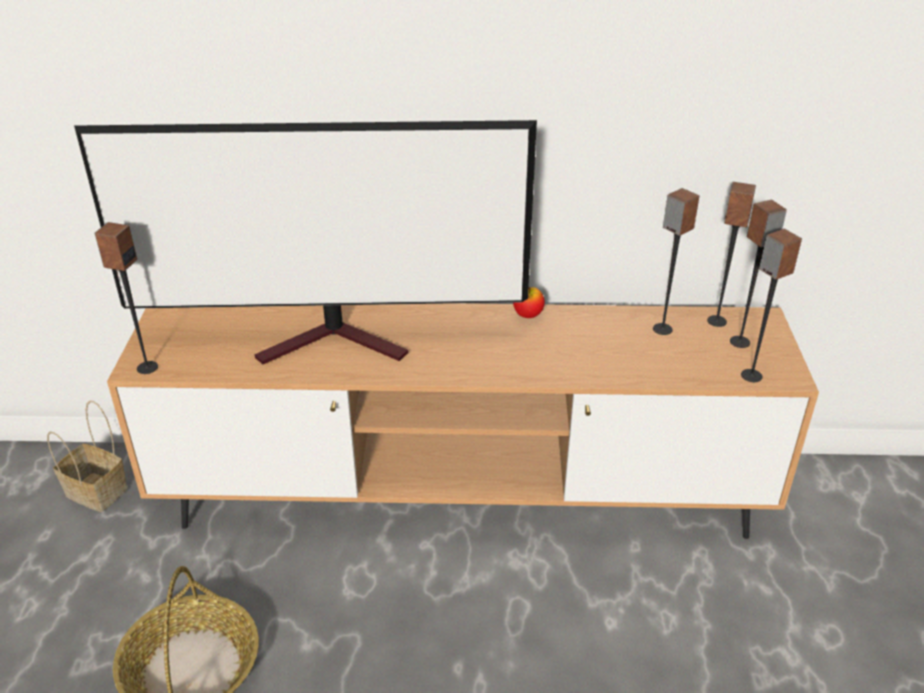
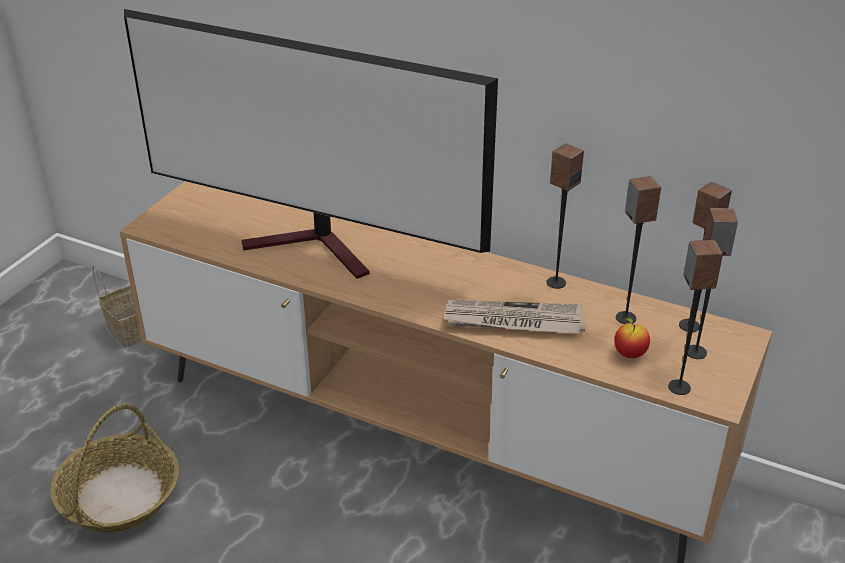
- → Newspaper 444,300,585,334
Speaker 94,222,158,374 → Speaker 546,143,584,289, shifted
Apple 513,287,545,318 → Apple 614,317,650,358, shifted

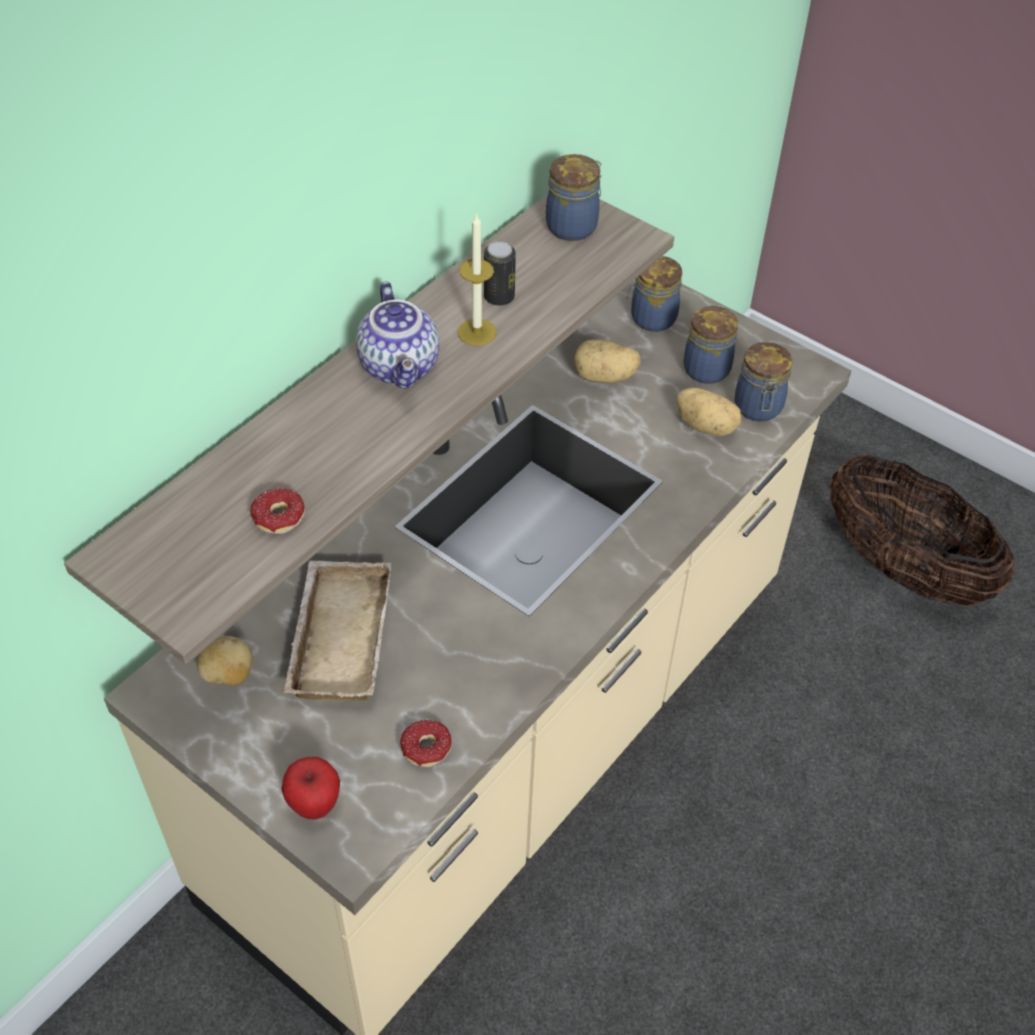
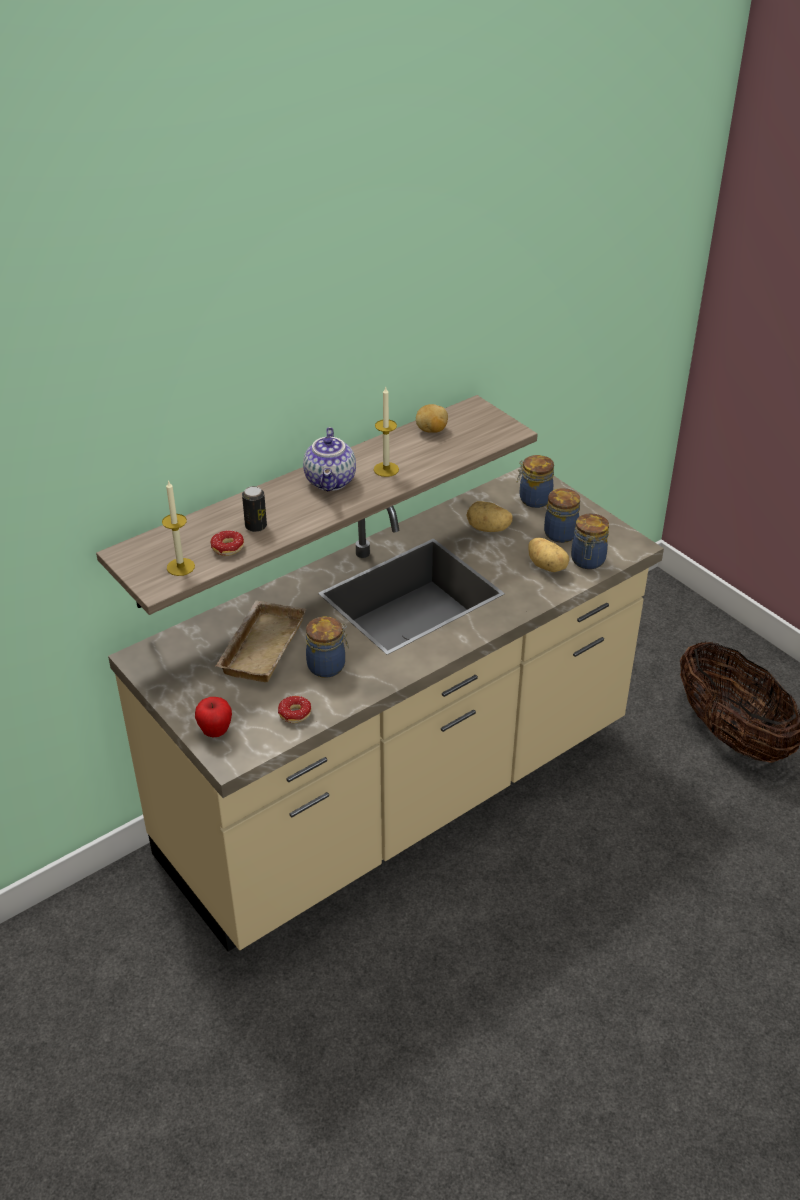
- → Candle 162,480,195,576
Can 484,241,516,306 → Can 242,486,267,532, shifted
Jar 546,154,602,241 → Jar 306,616,349,678, shifted
Potato 197,636,252,685 → Potato 416,404,448,433, shifted

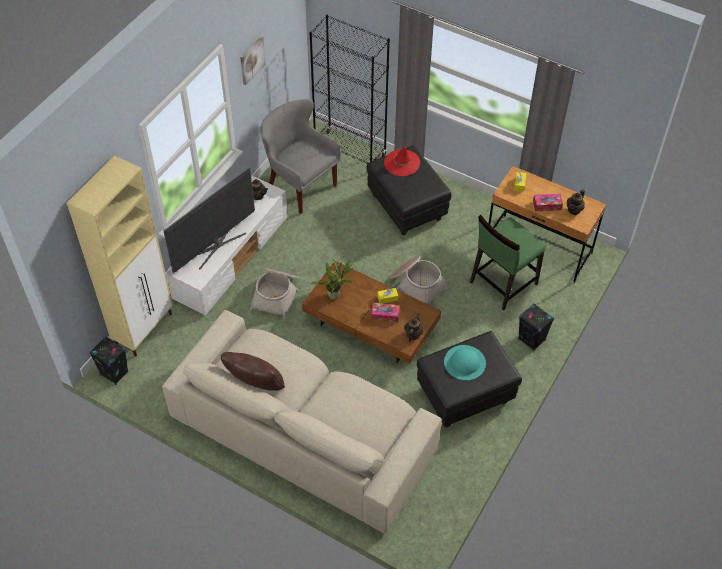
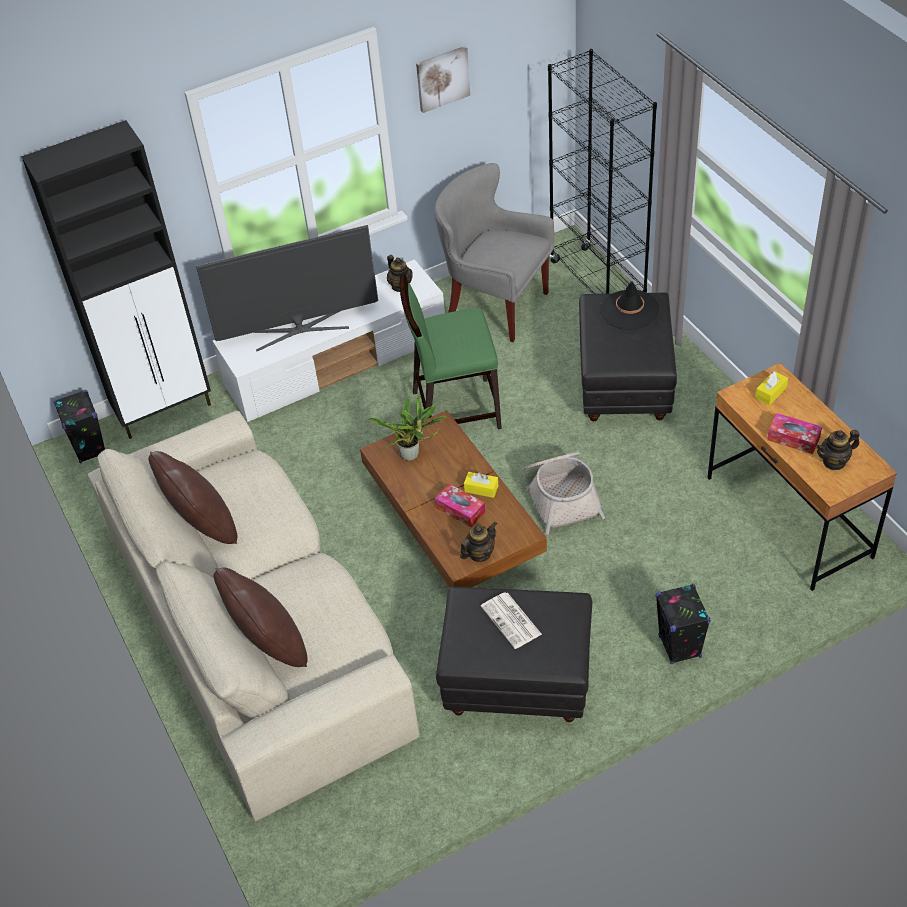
BeigeCabinet 67,155,173,357 → BlackCabinet 21,120,211,439
- → BrownPillow 214,567,308,667
GreenChair 470,215,546,311 → GreenChair 400,274,502,429, shifted
GreyArmchair 261,99,341,214 → GreyArmchair 434,163,555,342, 45 degrees counterclockwise
TurquoiseHat 444,345,486,380 → Newspaper 481,592,542,649
RedHat 384,147,420,176 → BlackHat 600,281,659,330
Basket 250,268,300,319 → -

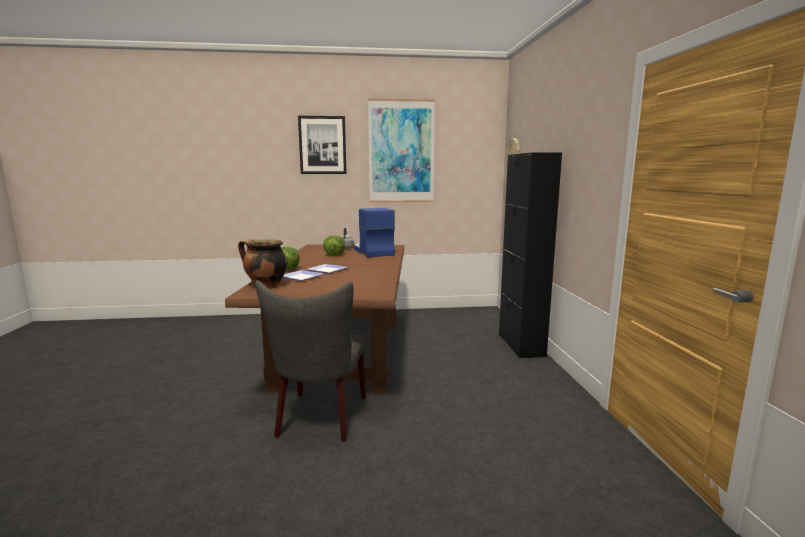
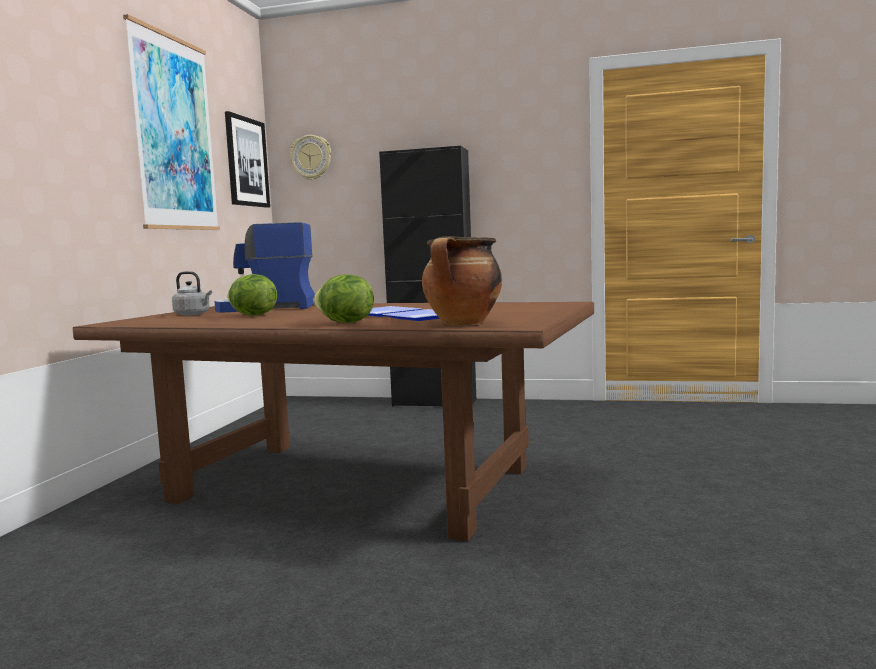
Picture 298,116,346,174 → Picture 225,111,270,208, shifted
GreyChair 255,280,366,442 → -

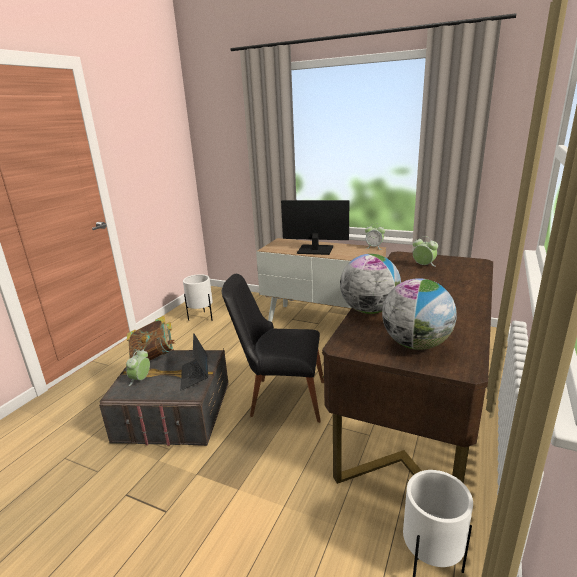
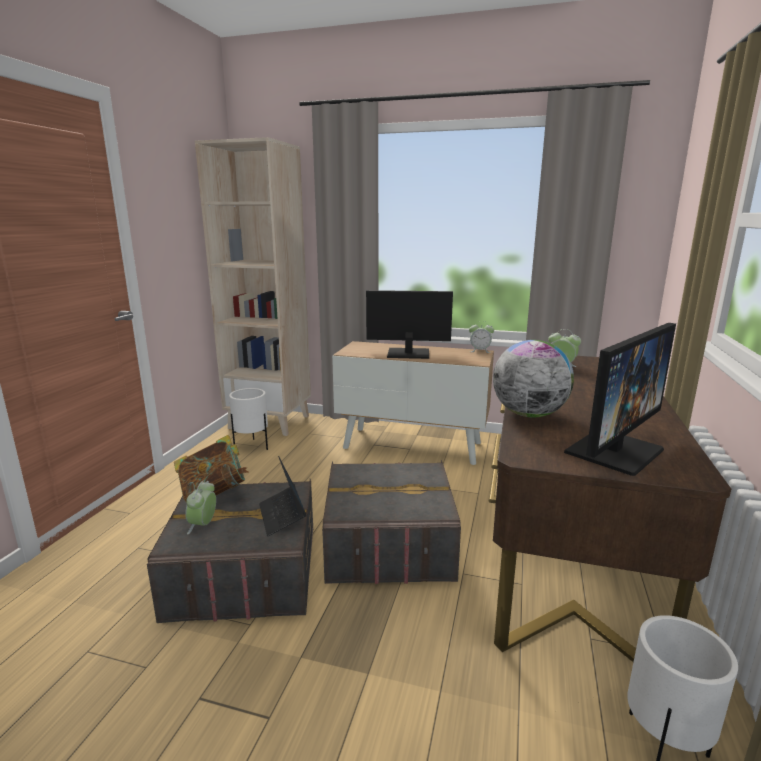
- → BeigeBookcase 195,137,311,436
BlackChair 222,274,324,423 → GreyStorageBox 322,460,461,584
Globe 382,278,457,350 → Monitor 564,323,676,476

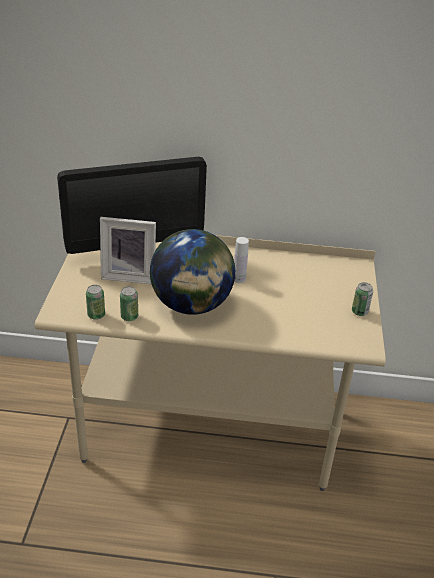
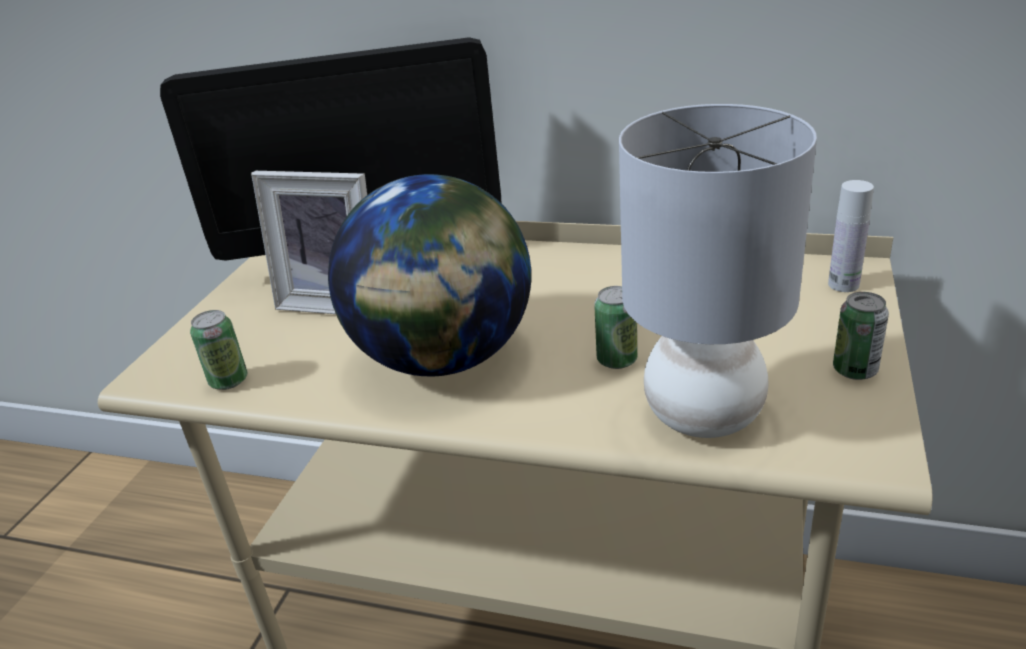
Can 120,286,138,321 → Can 594,286,637,369, shifted
- → GreyTableLamp 619,104,817,438
WhiteBottle 234,237,249,283 → WhiteBottle 828,180,874,292, shifted

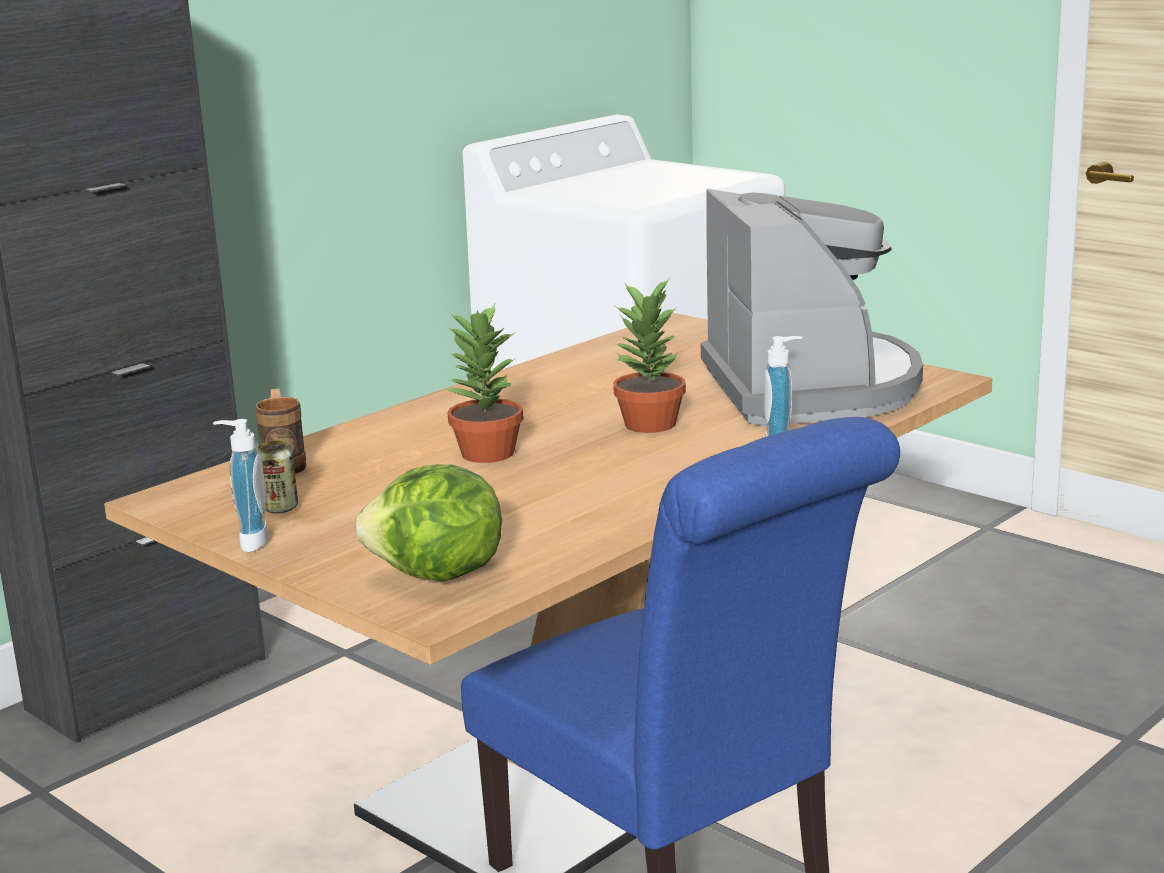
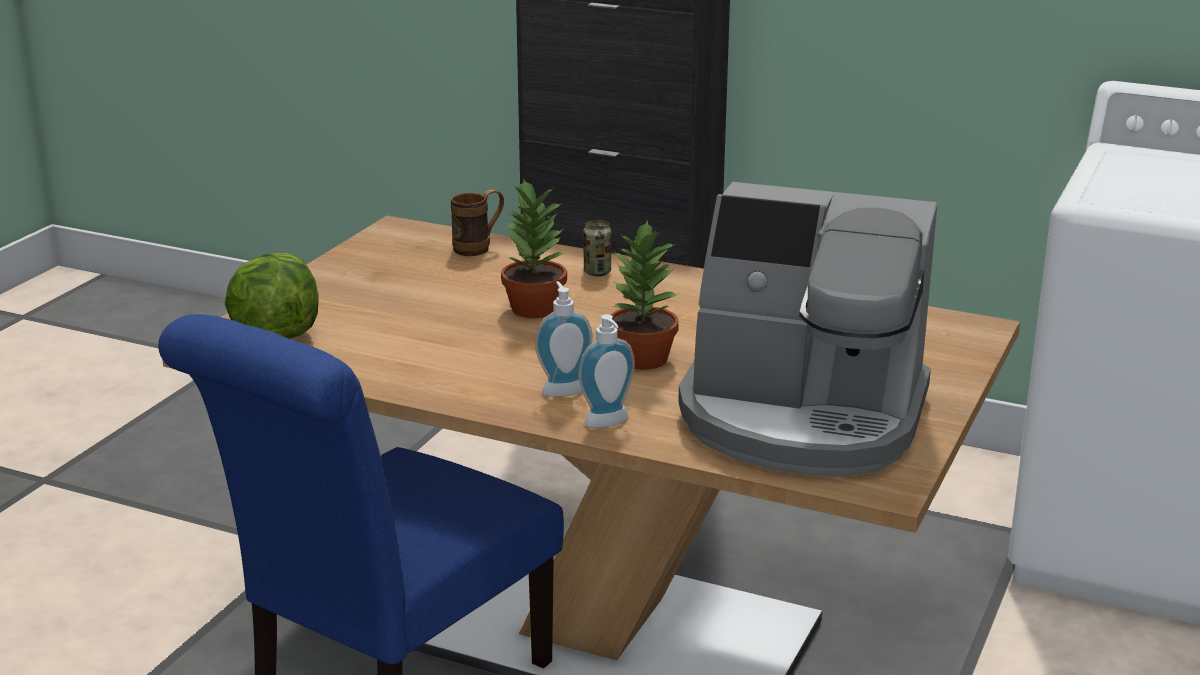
SoapDispenser 213,419,269,552 → SoapDispenser 535,281,593,397, shifted
Can 258,441,298,513 → Can 583,220,611,276, shifted
CoffeeMachine 701,189,923,426 → CoffeeMachine 678,182,937,477, 45 degrees clockwise

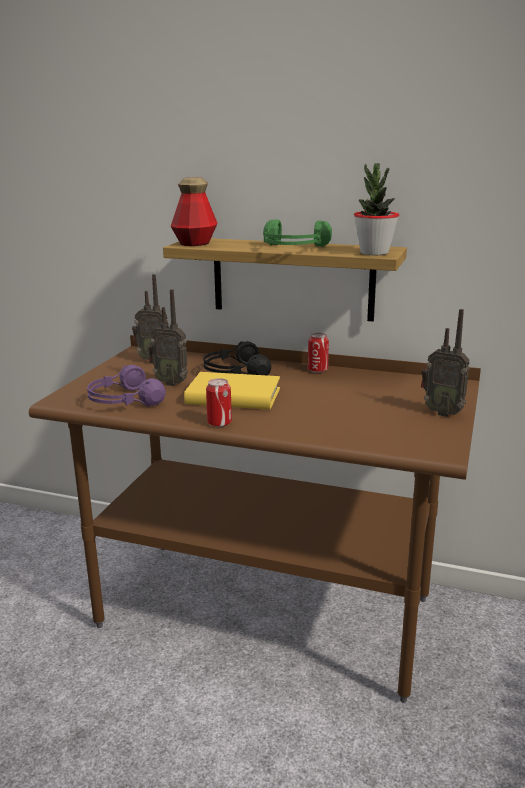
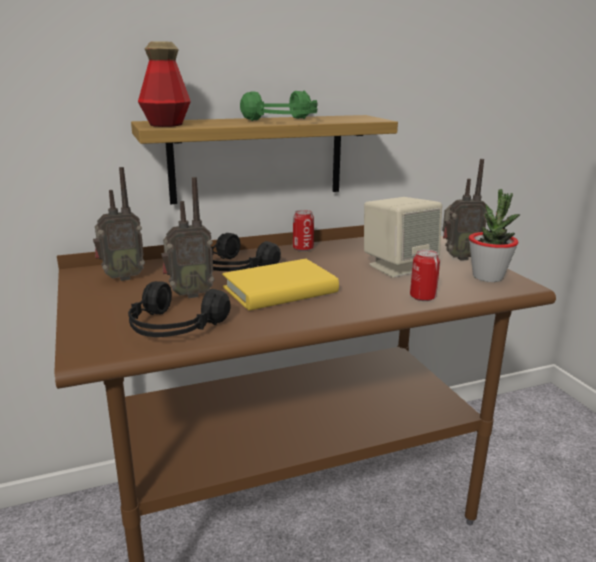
PurpleHeadphones 87,365,166,407 → BlackHeadphones 128,281,231,337
- → BeigeSpeaker 364,197,442,278
Can 206,378,232,427 → Can 410,249,440,301, shifted
PottedPlant 354,163,399,255 → PottedPlant 469,189,520,282, shifted

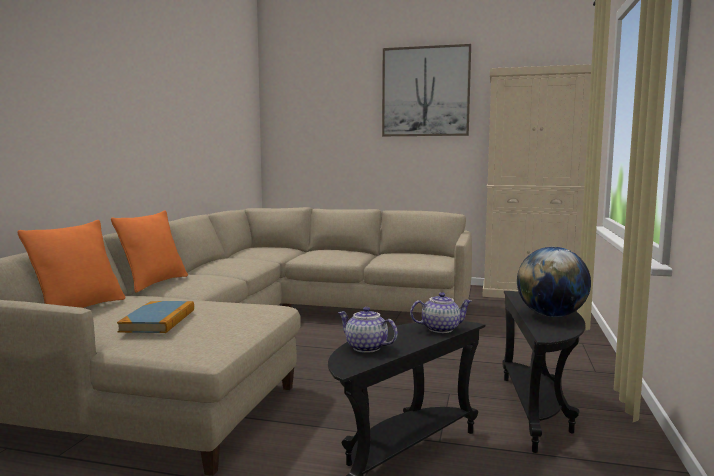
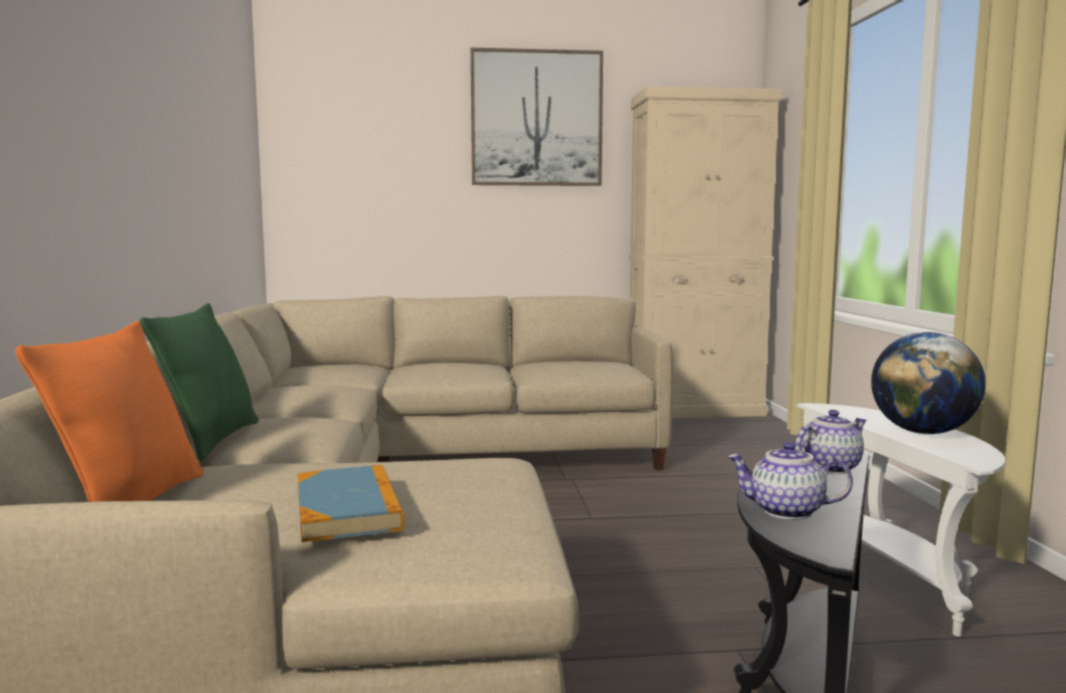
OrangePillow 111,210,188,293 → GreenPillow 140,303,259,461
BlackSideTable 502,291,585,453 → WhiteSideTable 797,403,1005,637

